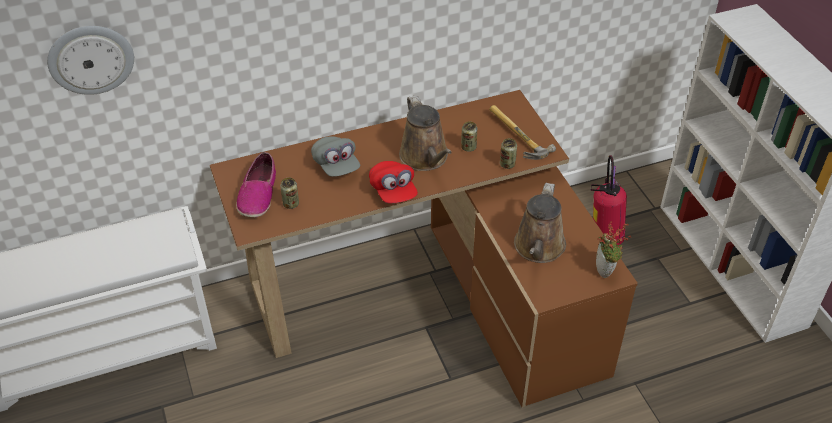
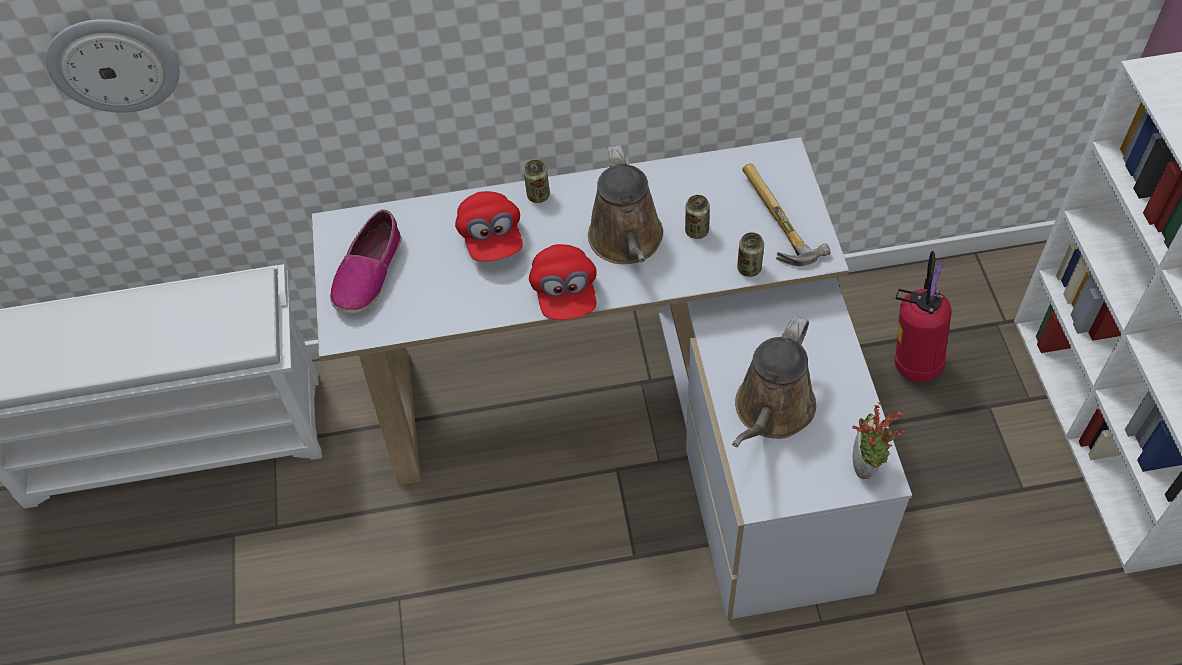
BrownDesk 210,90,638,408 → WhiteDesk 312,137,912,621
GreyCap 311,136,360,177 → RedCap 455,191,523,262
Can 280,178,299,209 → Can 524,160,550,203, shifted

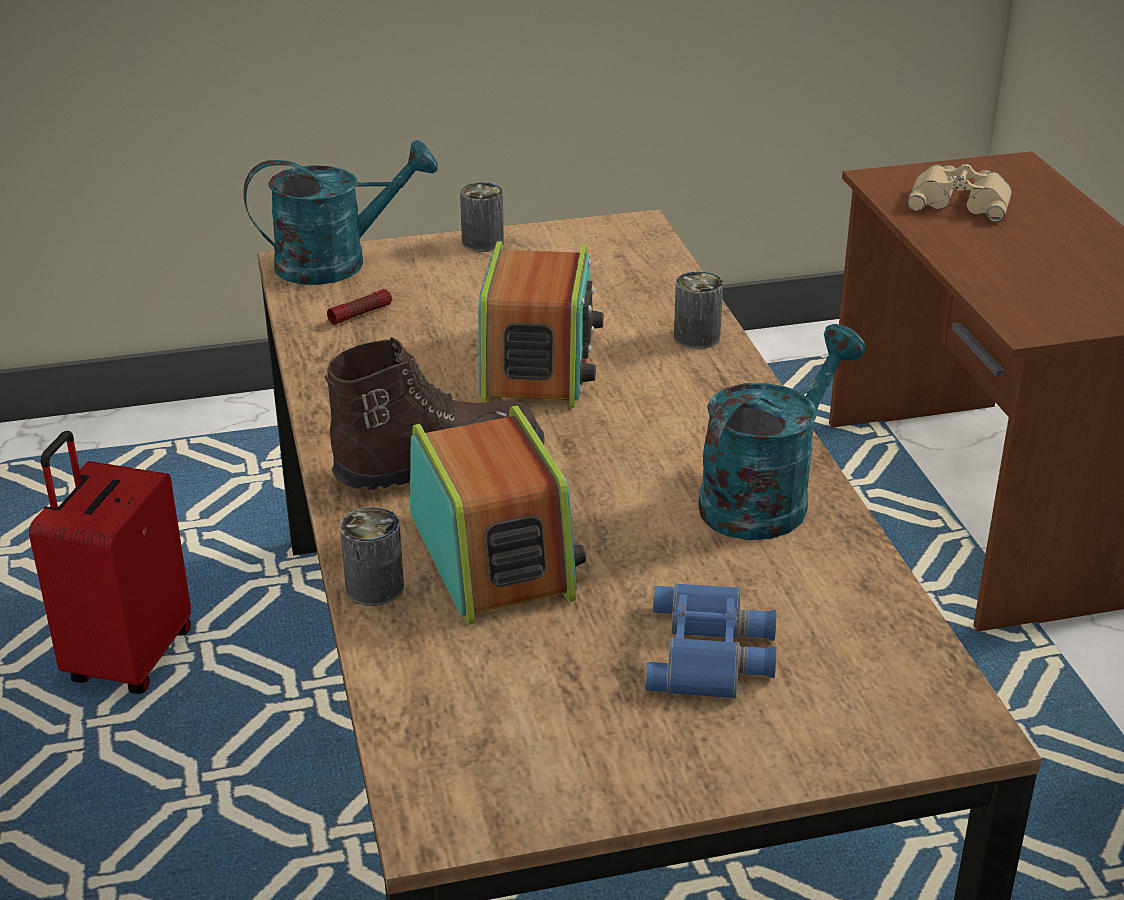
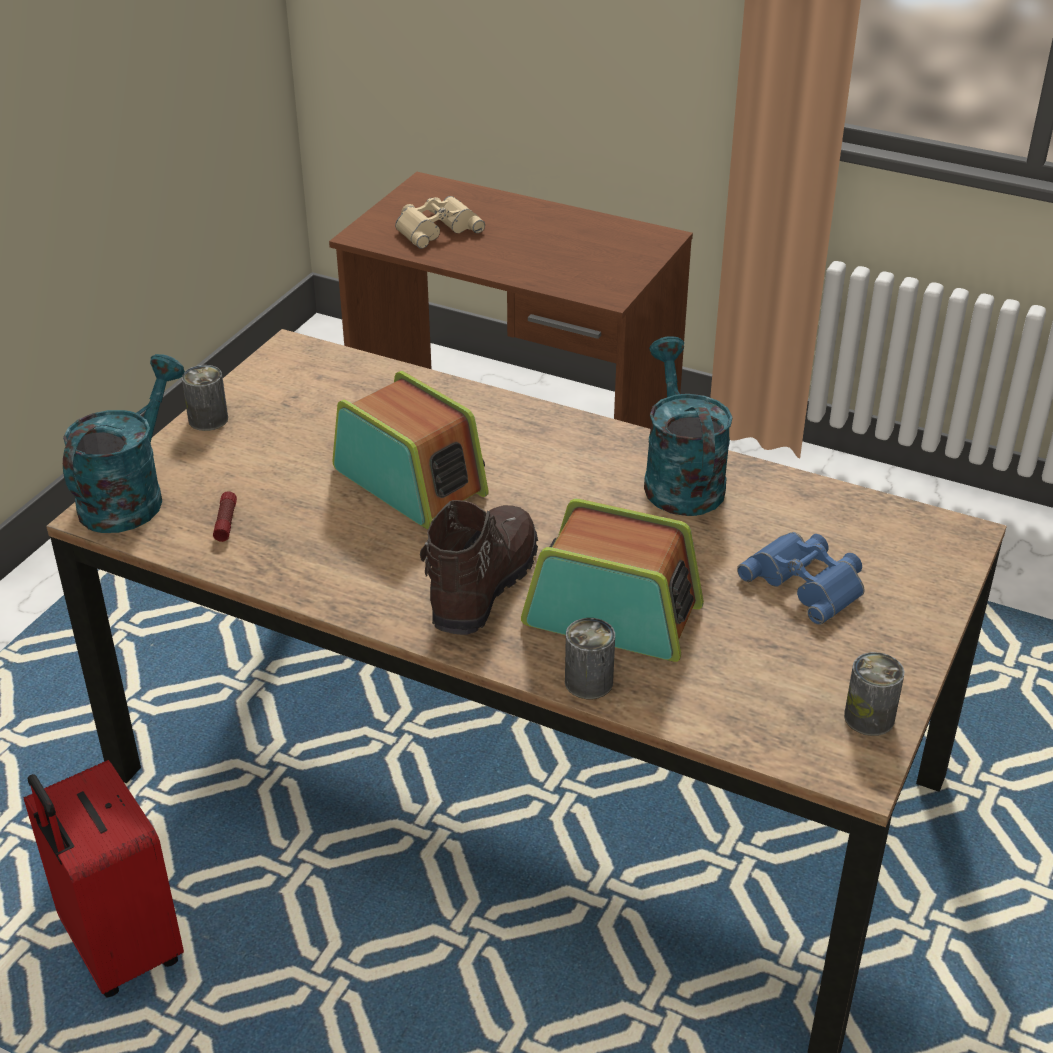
Can 674,271,723,349 → Can 844,652,904,736, shifted

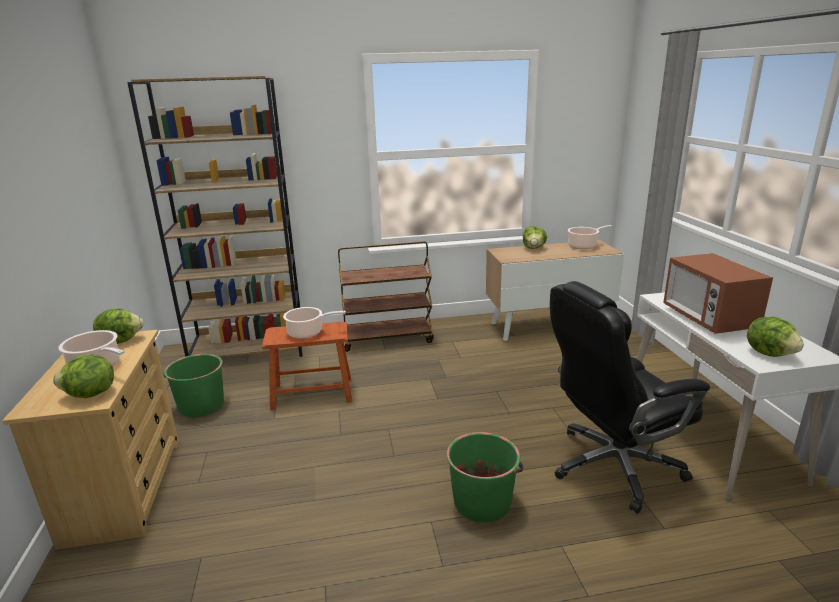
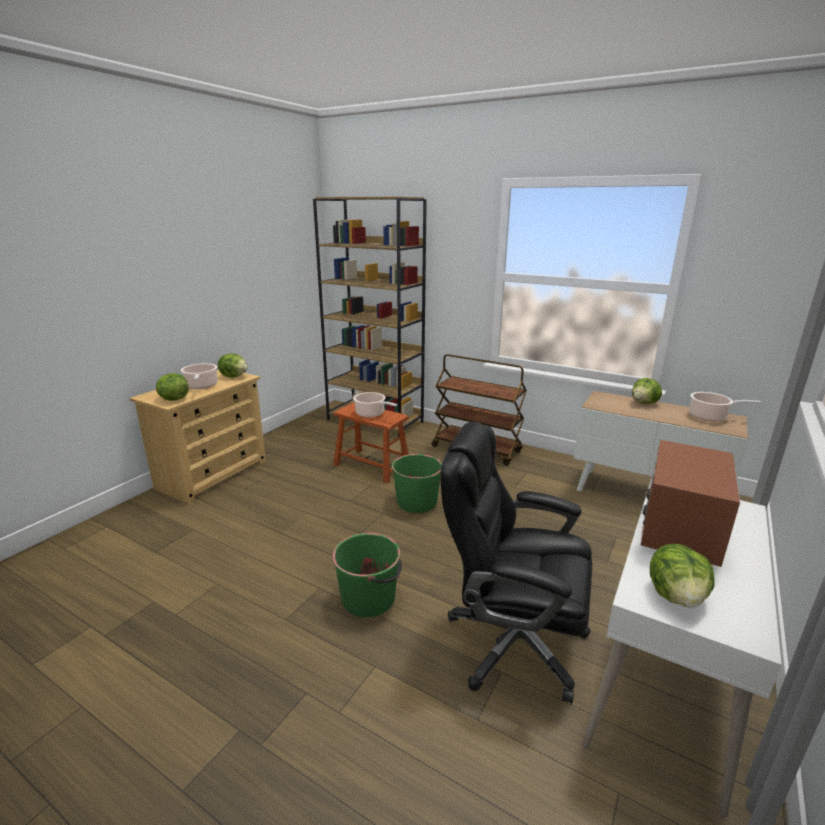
GreenBucket 163,354,225,417 → GreenBucket 392,454,442,513, shifted

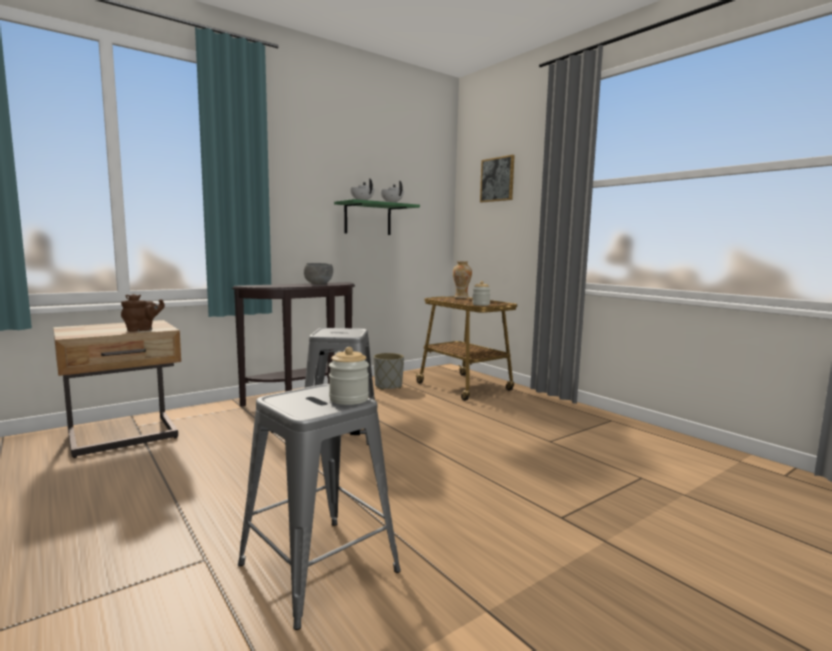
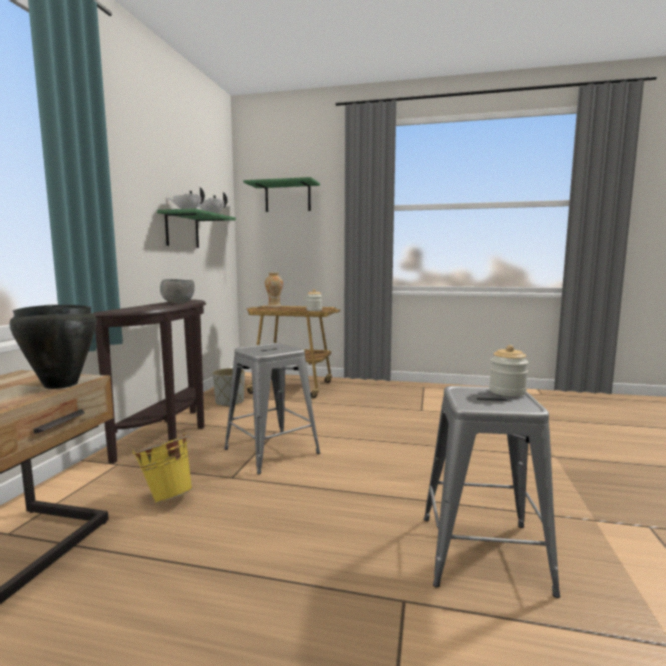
BrownTeapot 121,294,165,332 → BlackCookingPot 9,305,97,389
- → YellowBucket 132,433,193,503
Picture 480,155,515,202 → GreenShelf 243,177,320,212

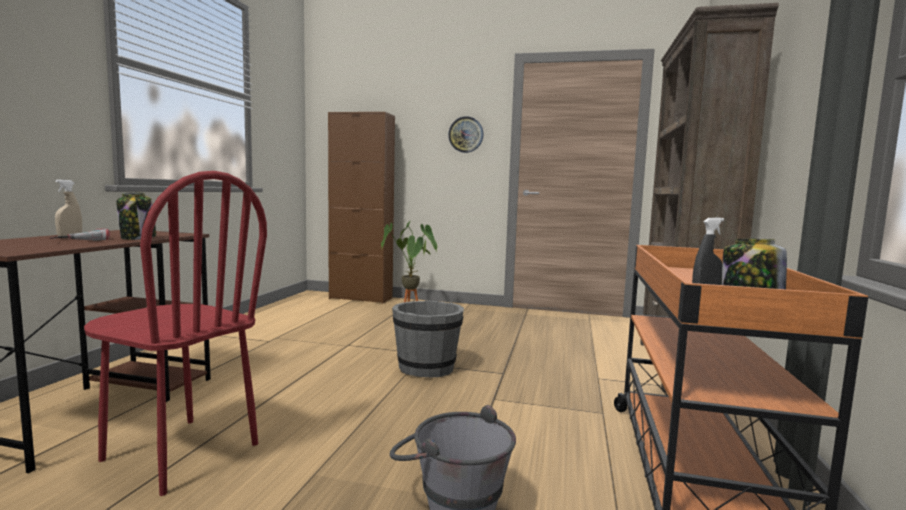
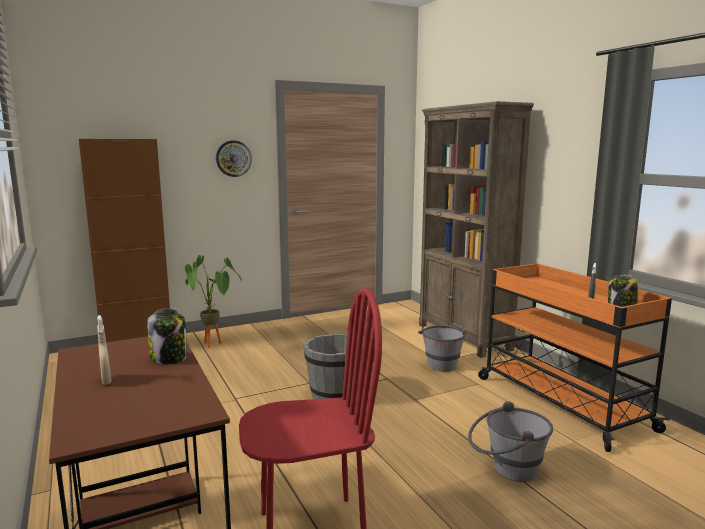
- → GreyBucket 418,326,467,372
PowerDrill 50,229,110,240 → -

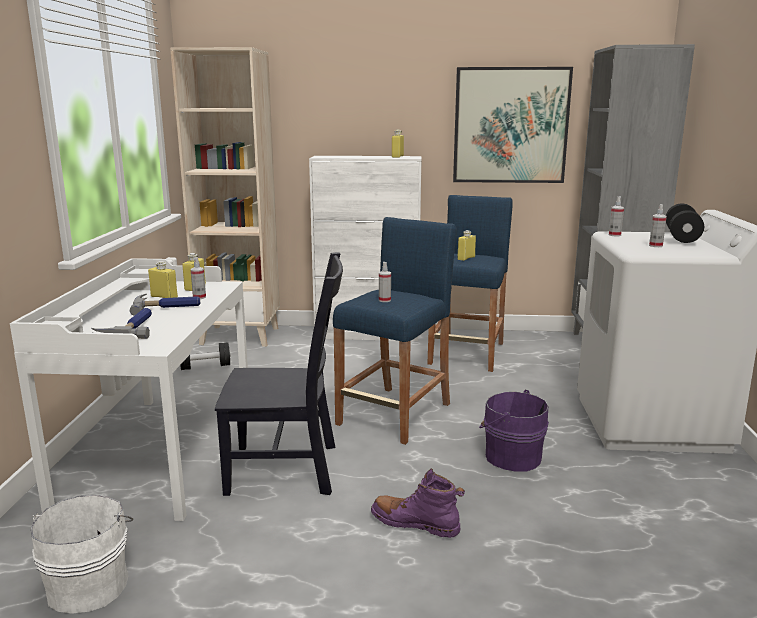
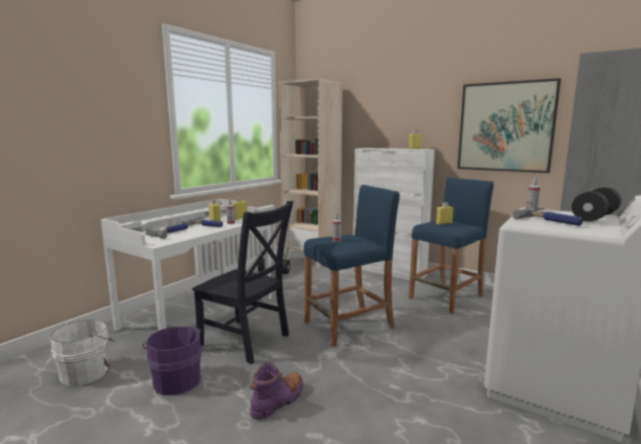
PurpleBucket 479,389,549,472 → PurpleBucket 143,326,202,395, shifted
PurpleBoot 371,469,465,538 → PurpleBoot 249,363,304,420, 75 degrees clockwise
SprayBottle 649,204,667,247 → Hammer 512,208,583,226

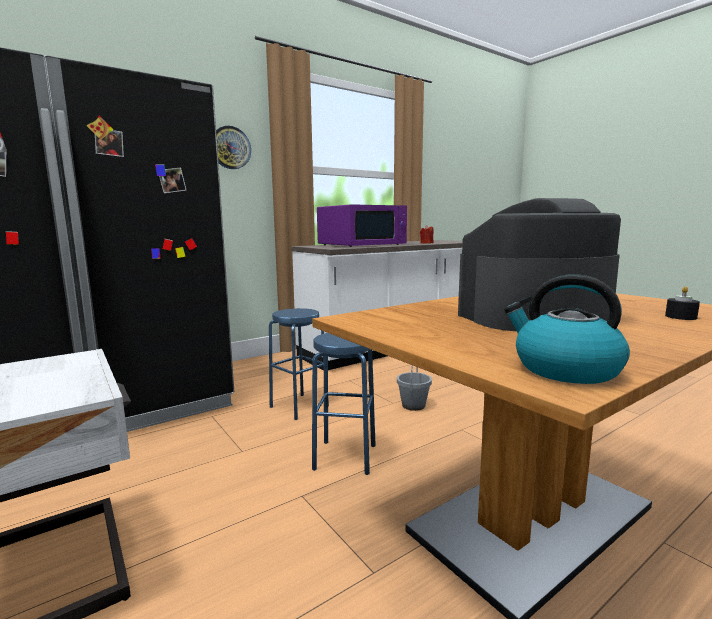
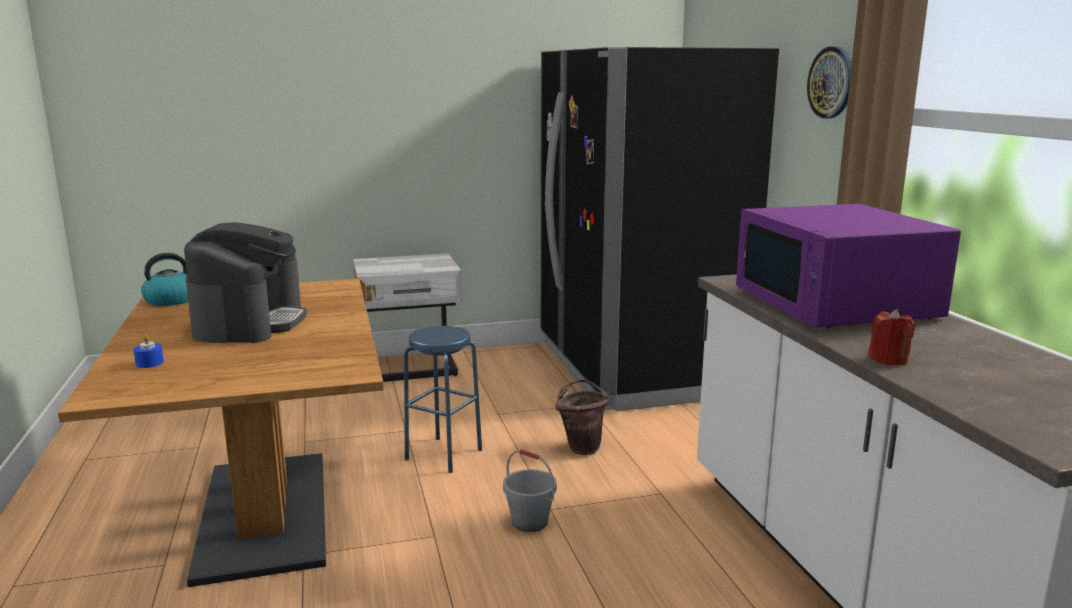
BlackCandle 665,286,700,320 → BlueCandle 133,334,164,368
BlueStool 269,308,329,420 → BrownBucket 555,379,610,455

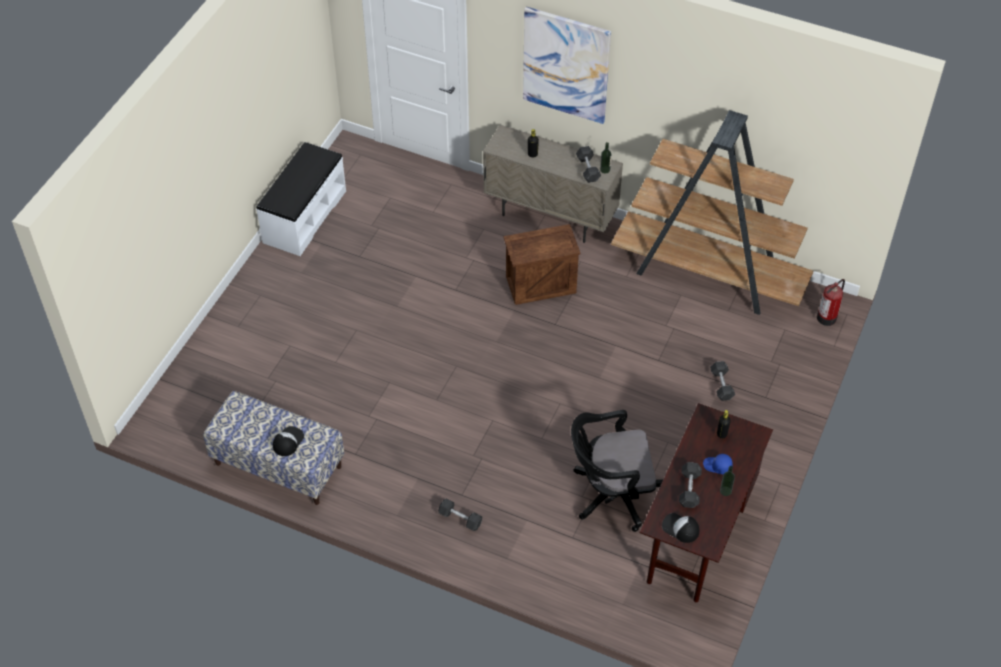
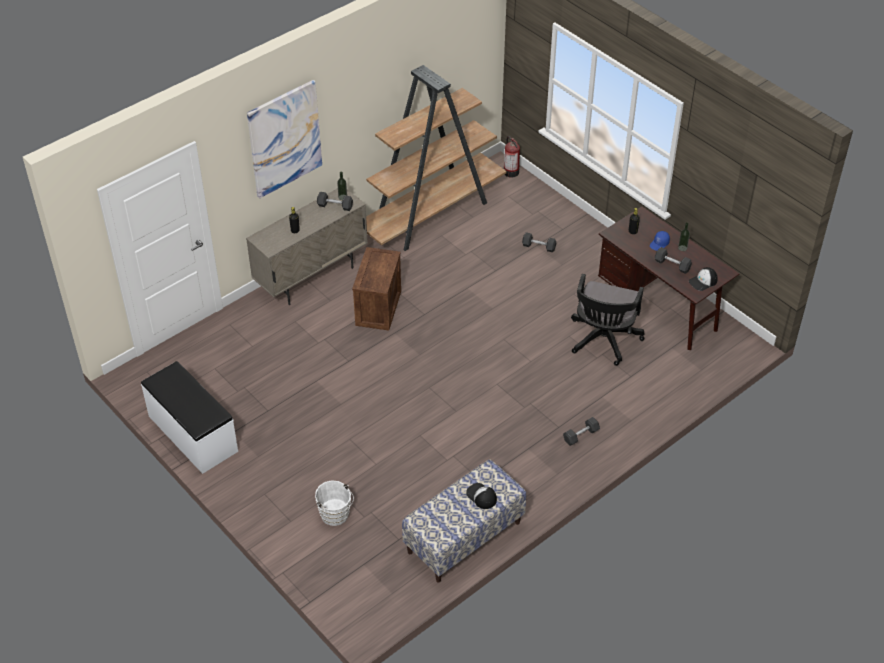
- → WhiteBucket 315,480,354,526

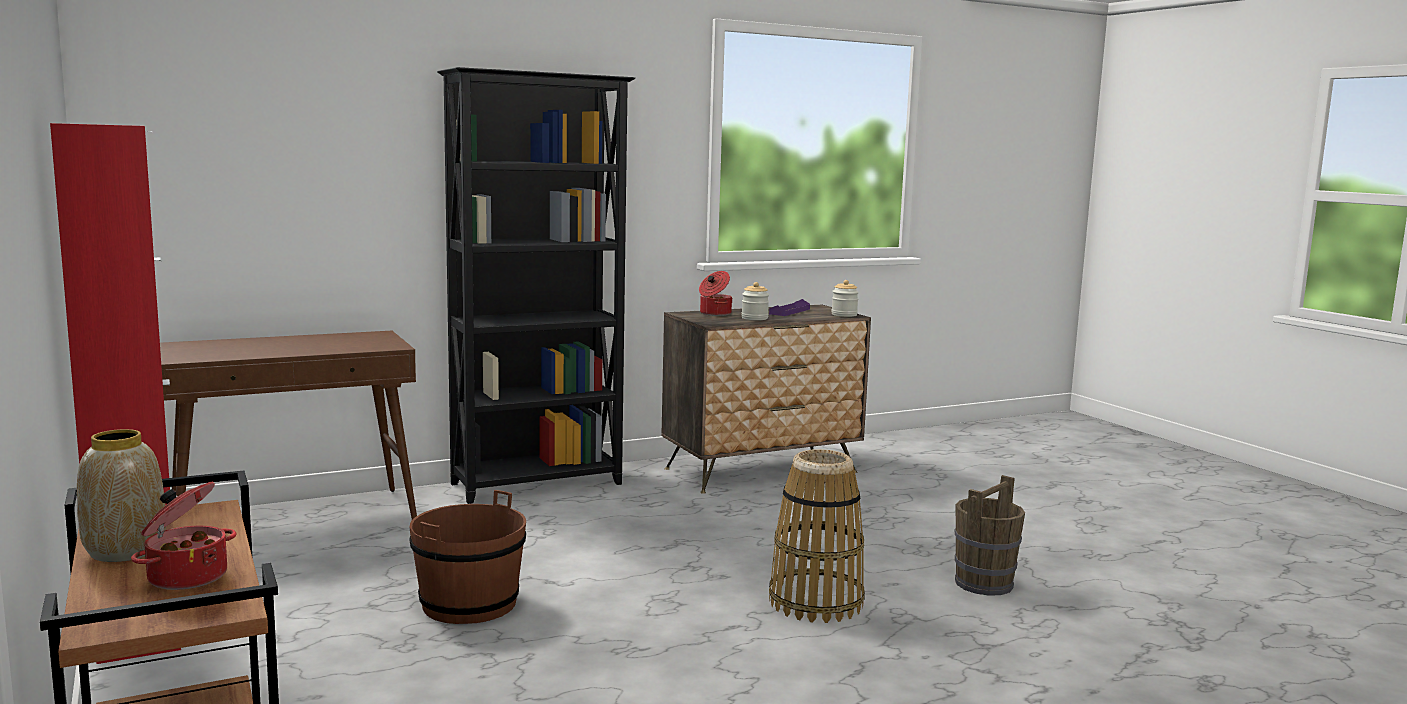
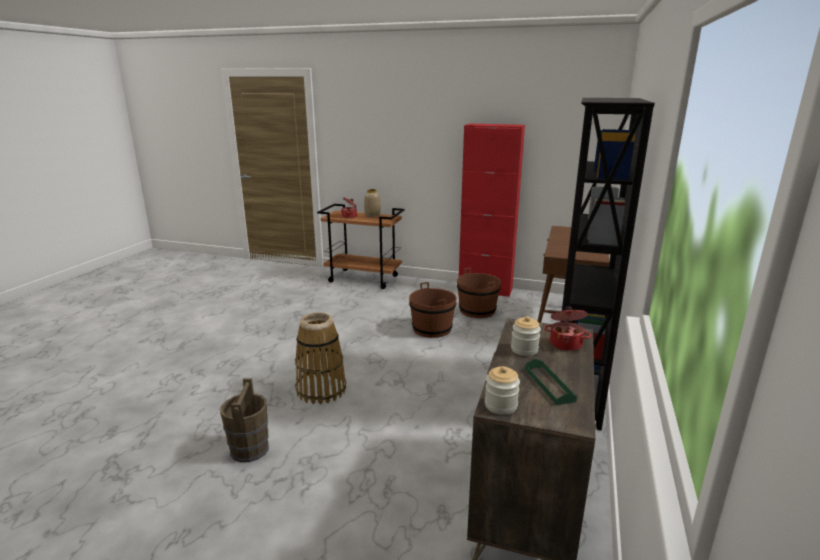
- → BrownBucket 457,268,501,318
PurpleTray 769,299,810,316 → GreenTray 525,359,577,405

